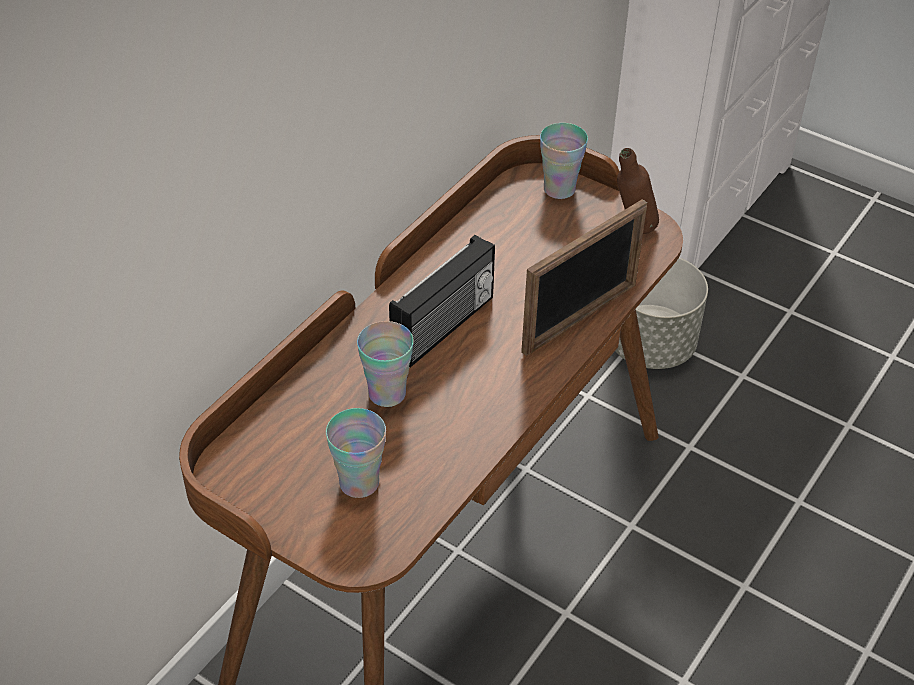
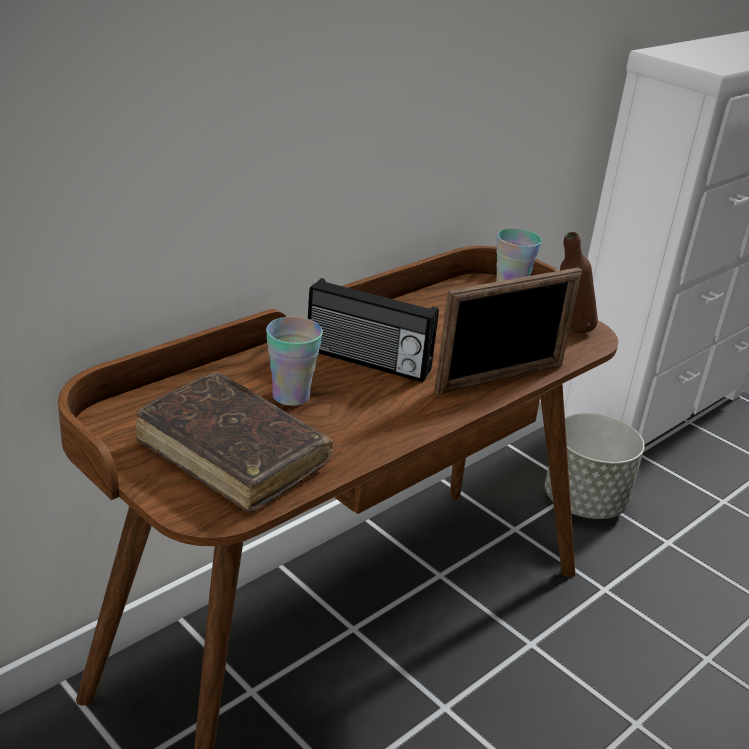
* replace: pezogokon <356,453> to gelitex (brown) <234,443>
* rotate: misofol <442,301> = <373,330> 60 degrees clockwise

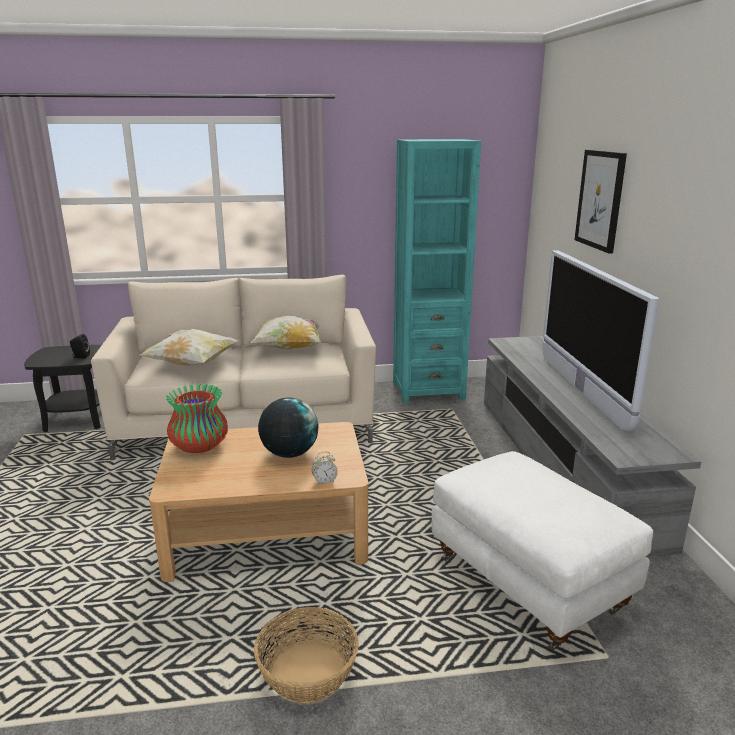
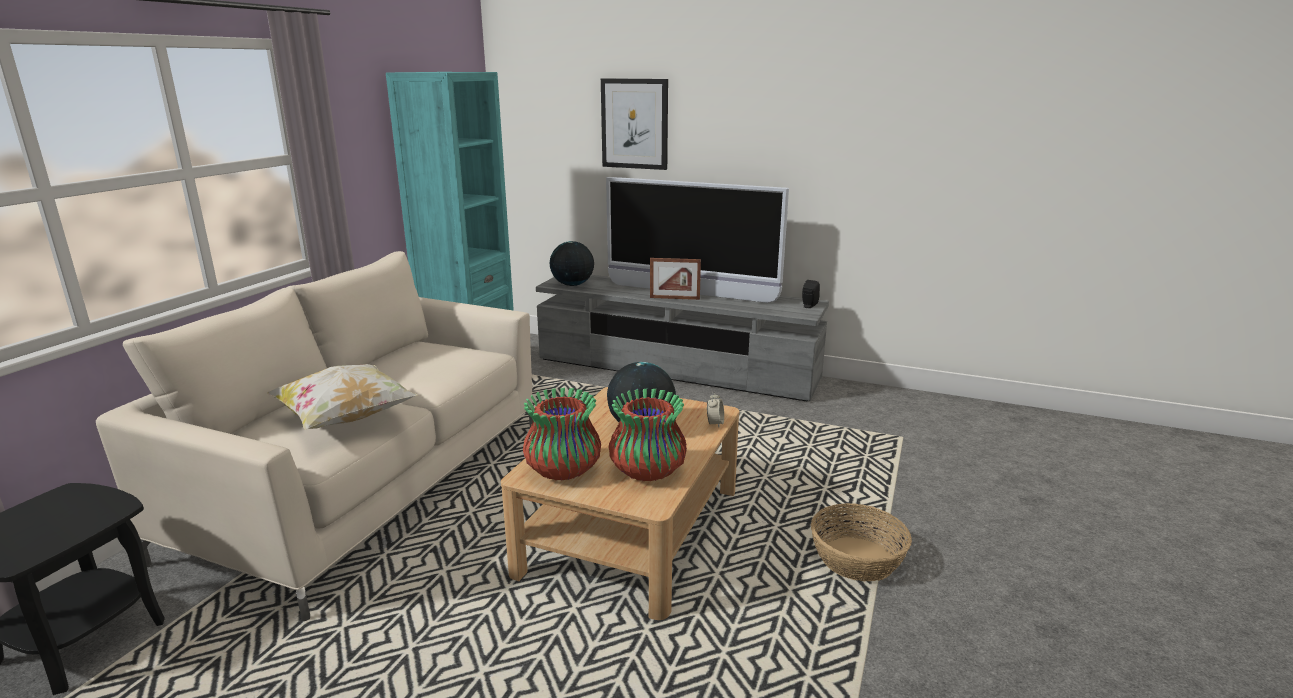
* move: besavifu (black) <80,346> to <811,294>
* delete: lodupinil <286,333>
* delete: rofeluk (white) <542,551>
* insert: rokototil <572,263>
* insert: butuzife <647,434>
* insert: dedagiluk <675,279>

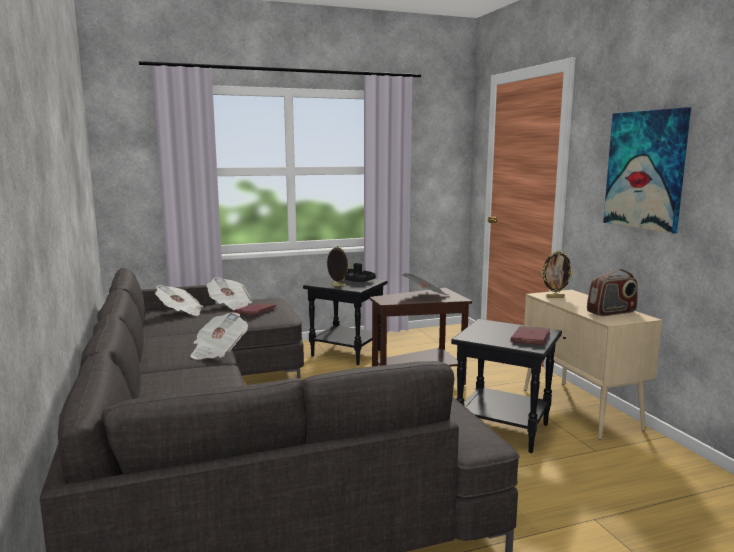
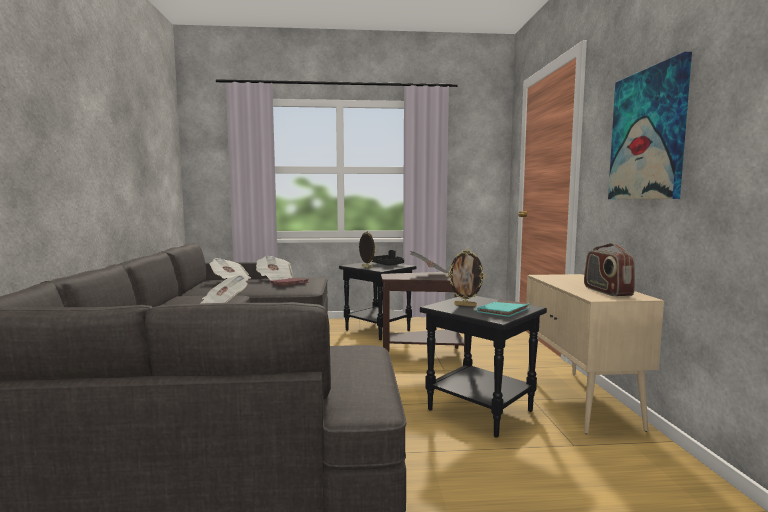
* recolor: gelitex (red) <530,335> to gelitex (turquoise) <503,308>
* move: dedagiluk <557,274> to <466,278>
* rotate: misofol <612,292> = <609,269> 90 degrees clockwise

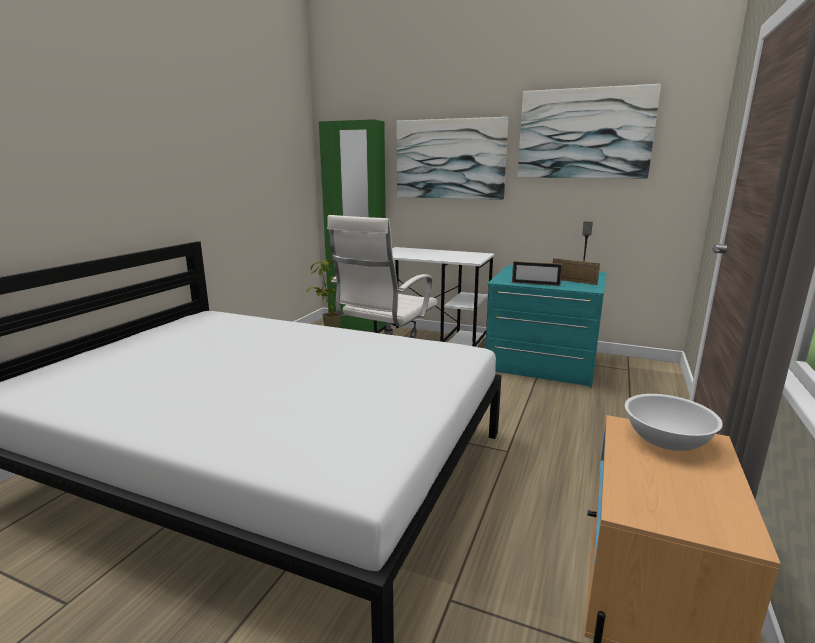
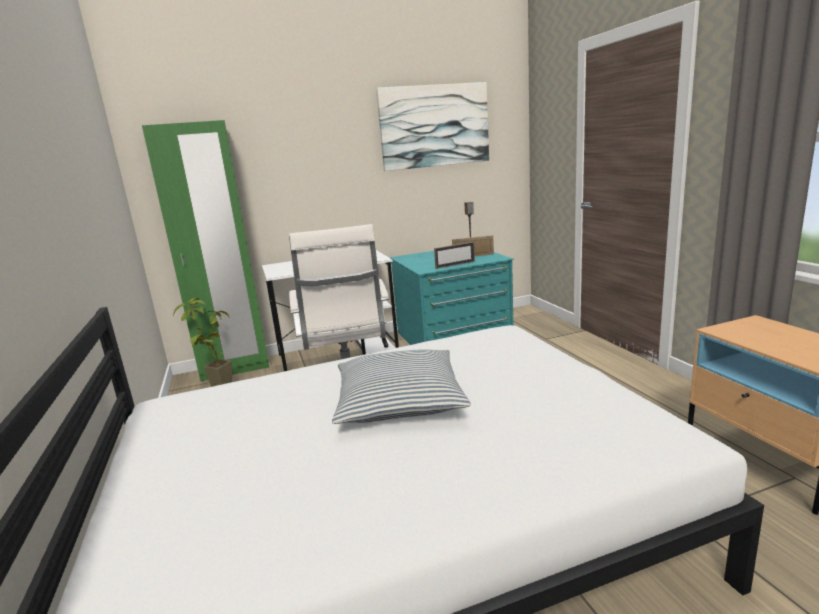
* delete: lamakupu <453,158>
* delete: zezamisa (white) <674,422>
* insert: lodupinil <401,386>

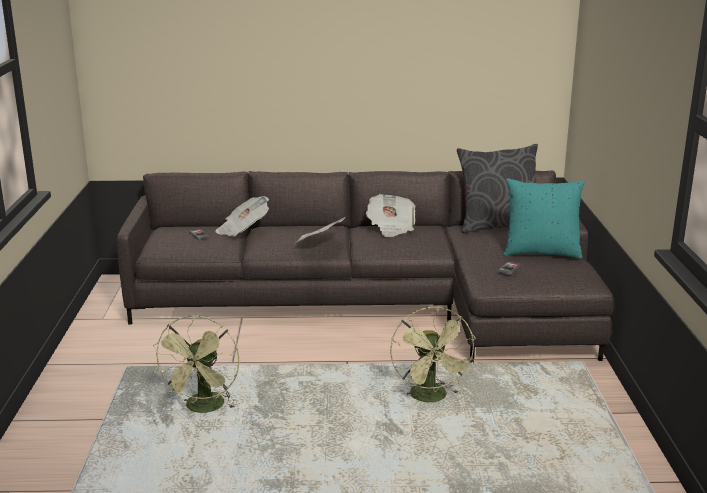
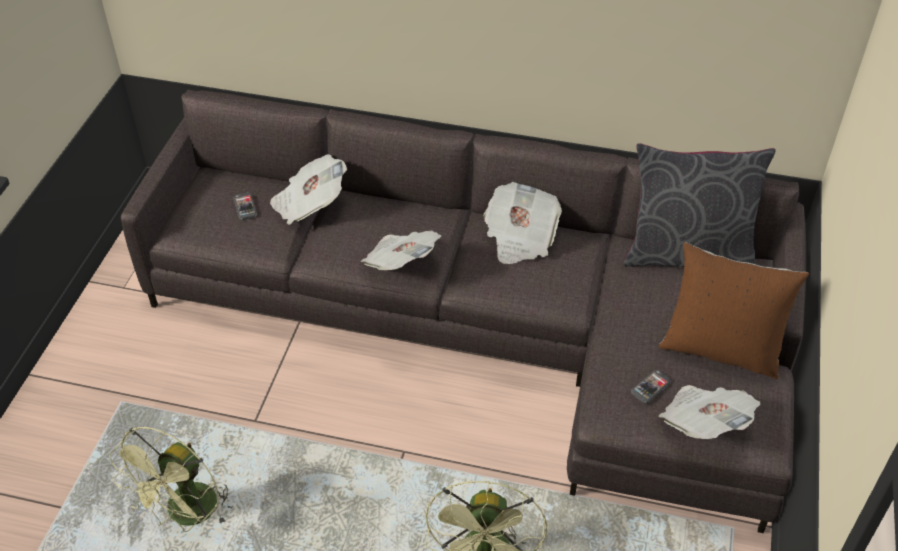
* recolor: lodupinil (turquoise) <544,218> to lodupinil (brown) <734,311>
* insert: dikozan <709,412>

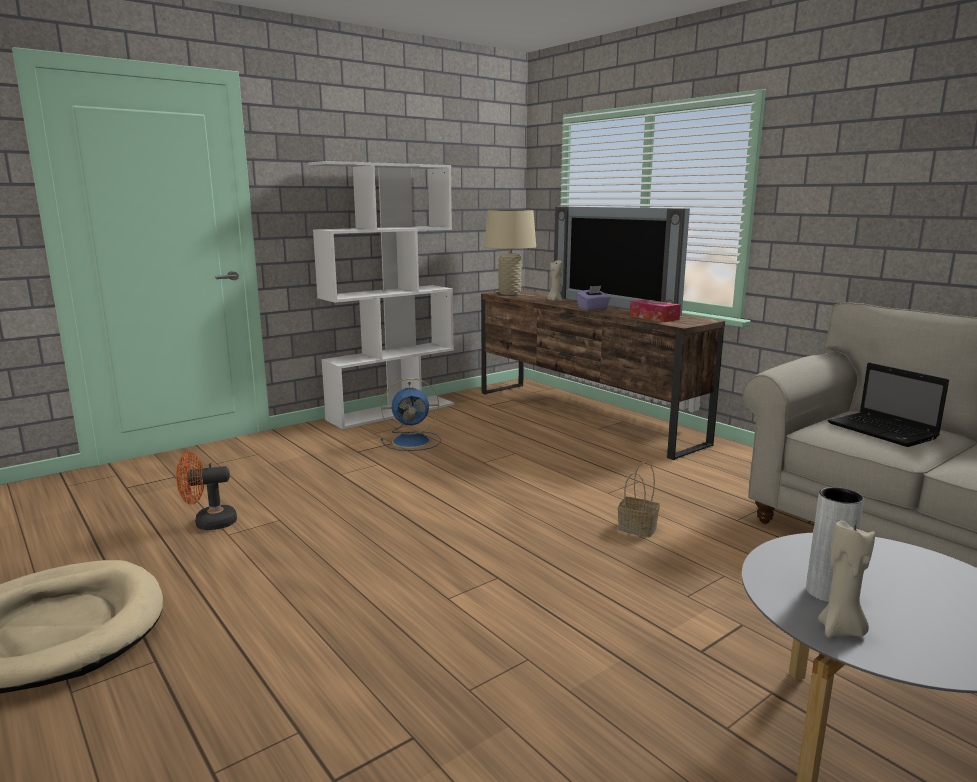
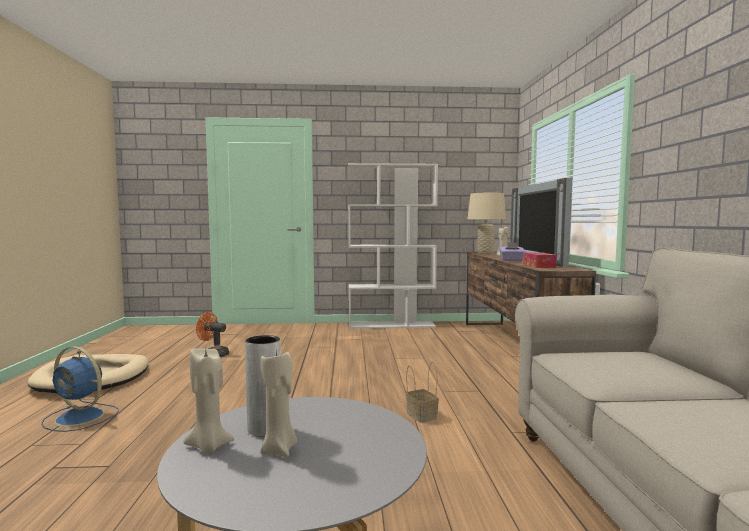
* move: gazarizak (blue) <410,414> to <80,389>
* delete: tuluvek <888,404>
* insert: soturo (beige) <279,403>

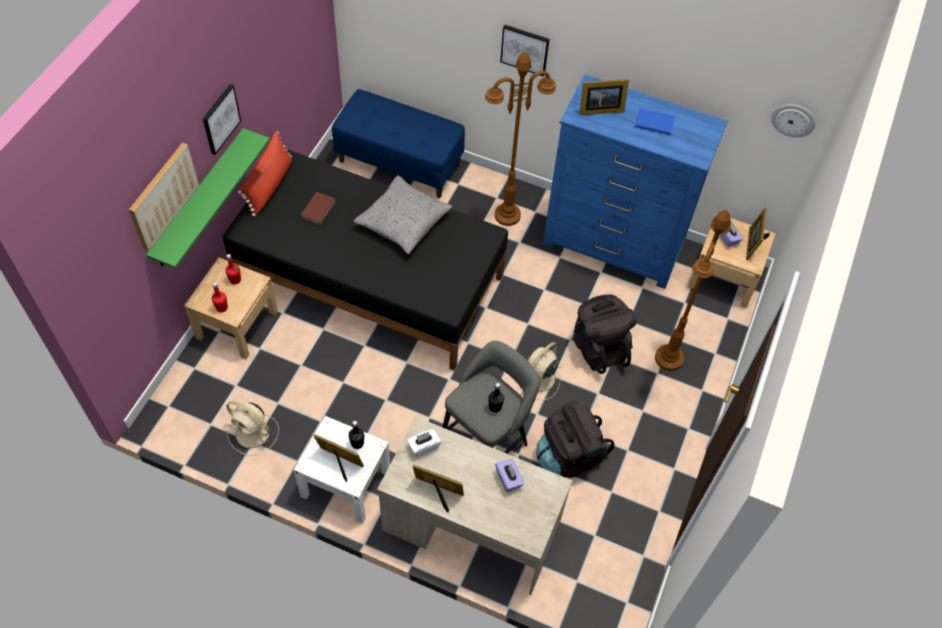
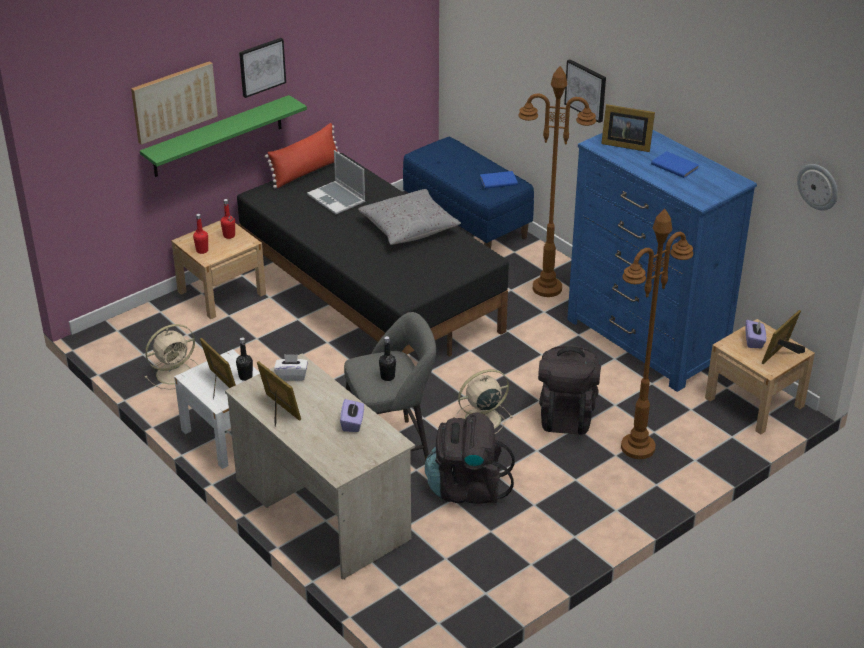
* rotate: gazarizak (beige) <253,428> = <171,357> 90 degrees counterclockwise
* replace: gelitex (brown) <318,208> to tuluvek <336,182>
* insert: gelitex (blue) <499,180>

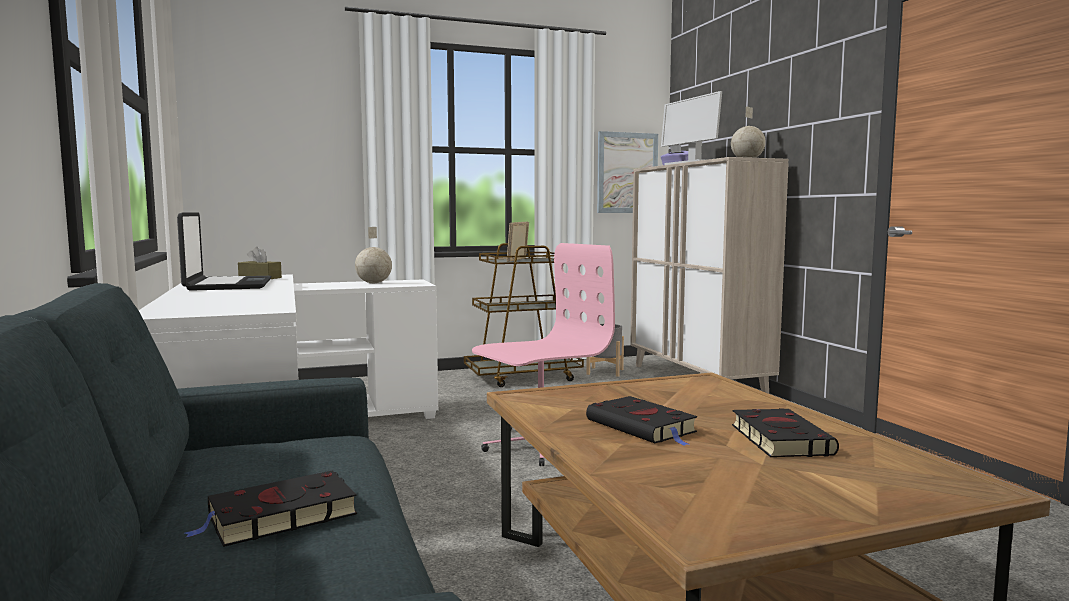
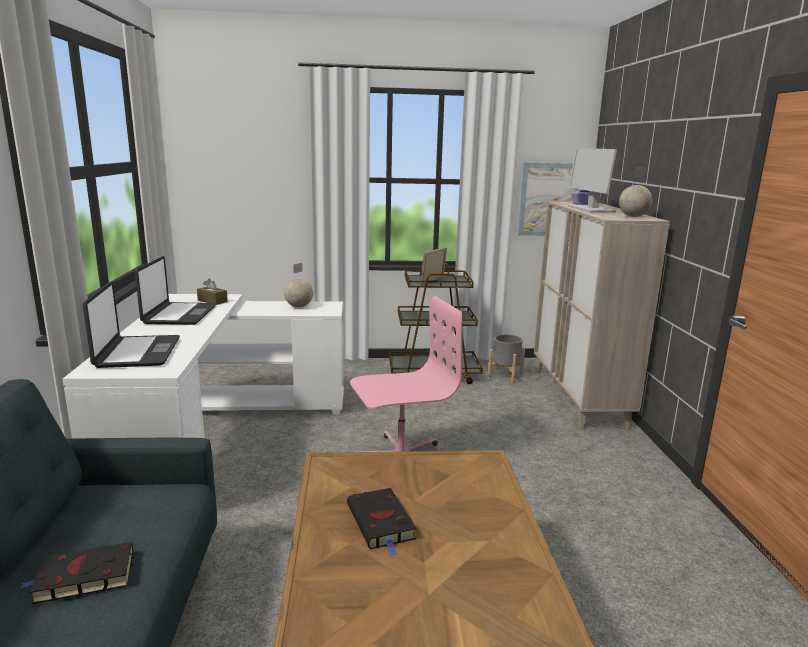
* delete: gelitex (black) <785,432>
* insert: tuluvek <131,324>

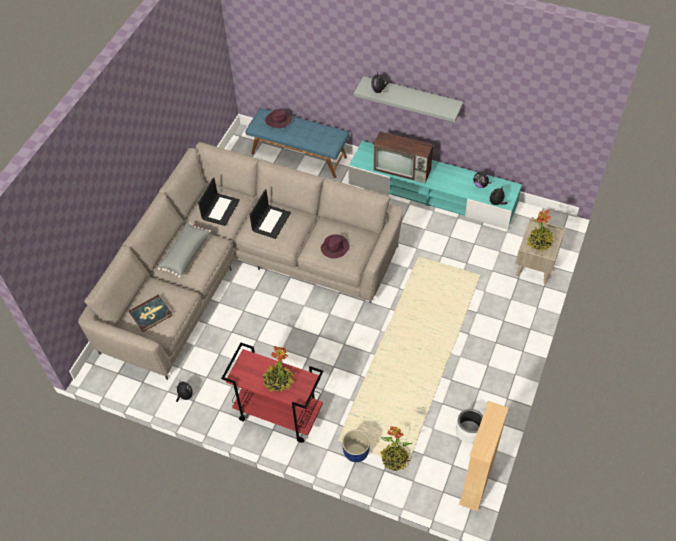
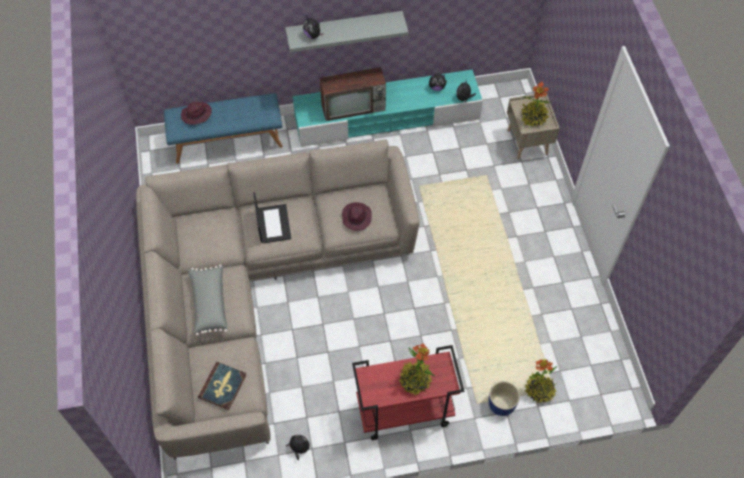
* delete: tuluvek <219,201>
* delete: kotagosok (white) <469,426>
* delete: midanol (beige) <484,456>

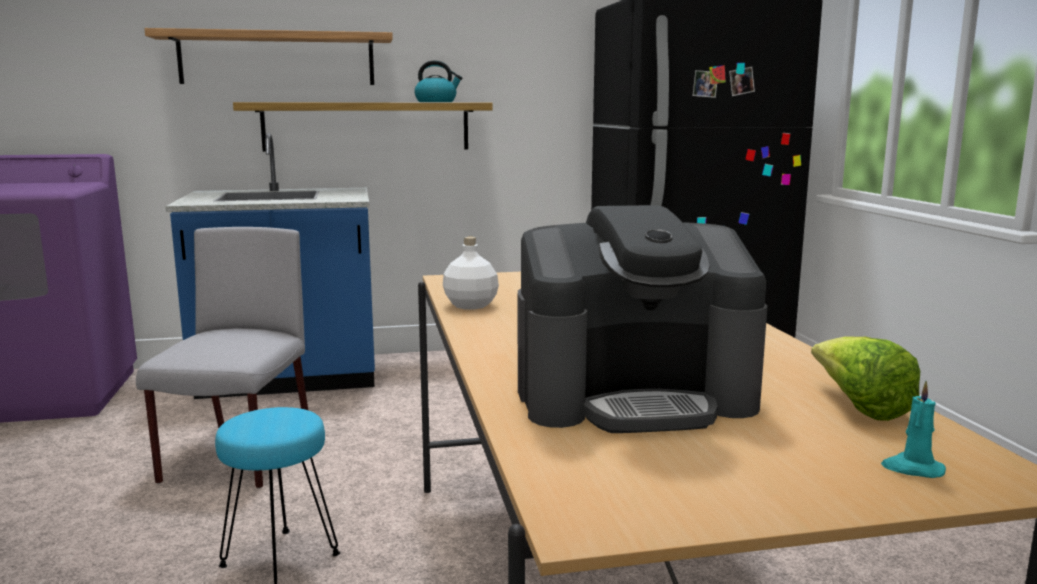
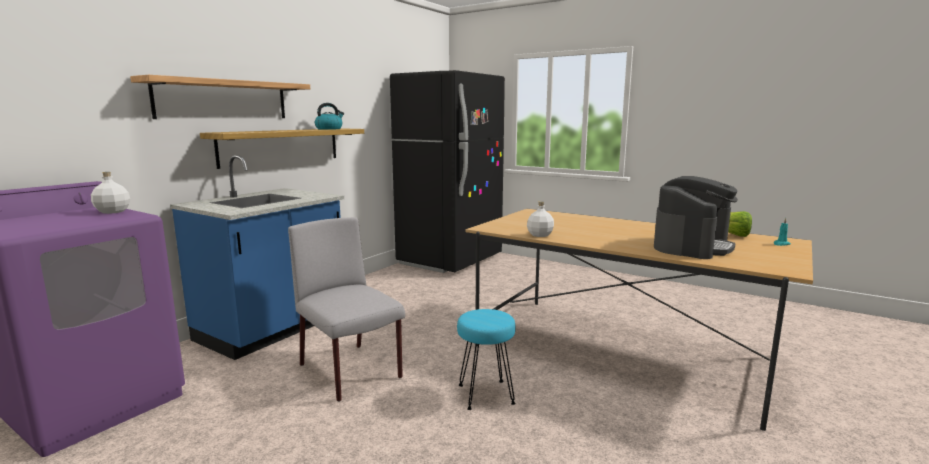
* insert: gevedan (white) <110,193>

